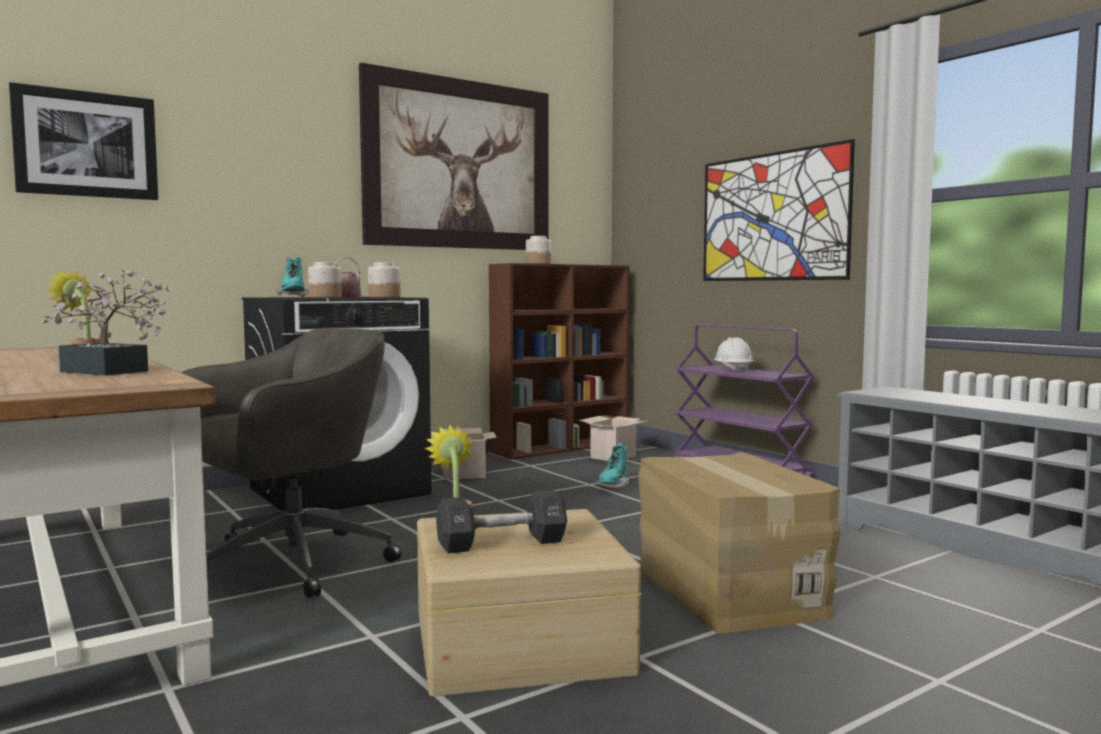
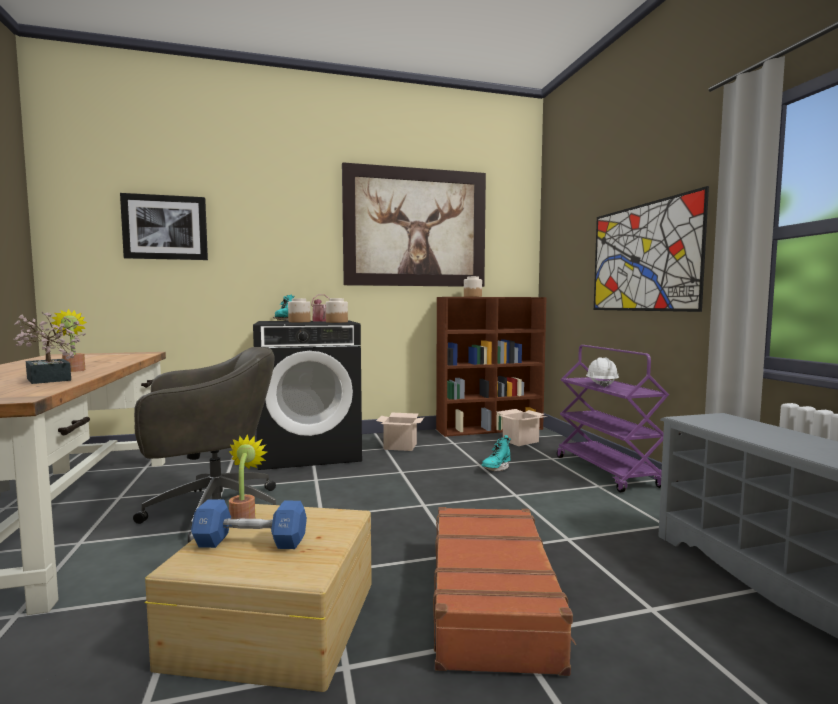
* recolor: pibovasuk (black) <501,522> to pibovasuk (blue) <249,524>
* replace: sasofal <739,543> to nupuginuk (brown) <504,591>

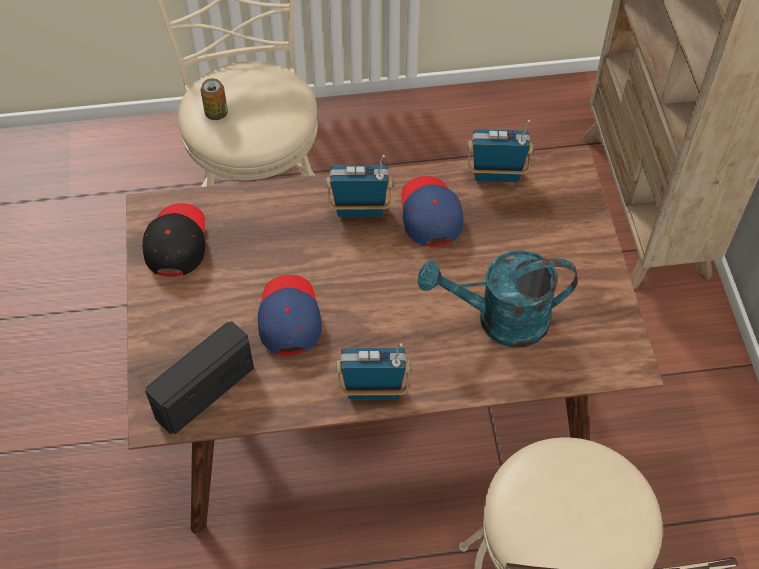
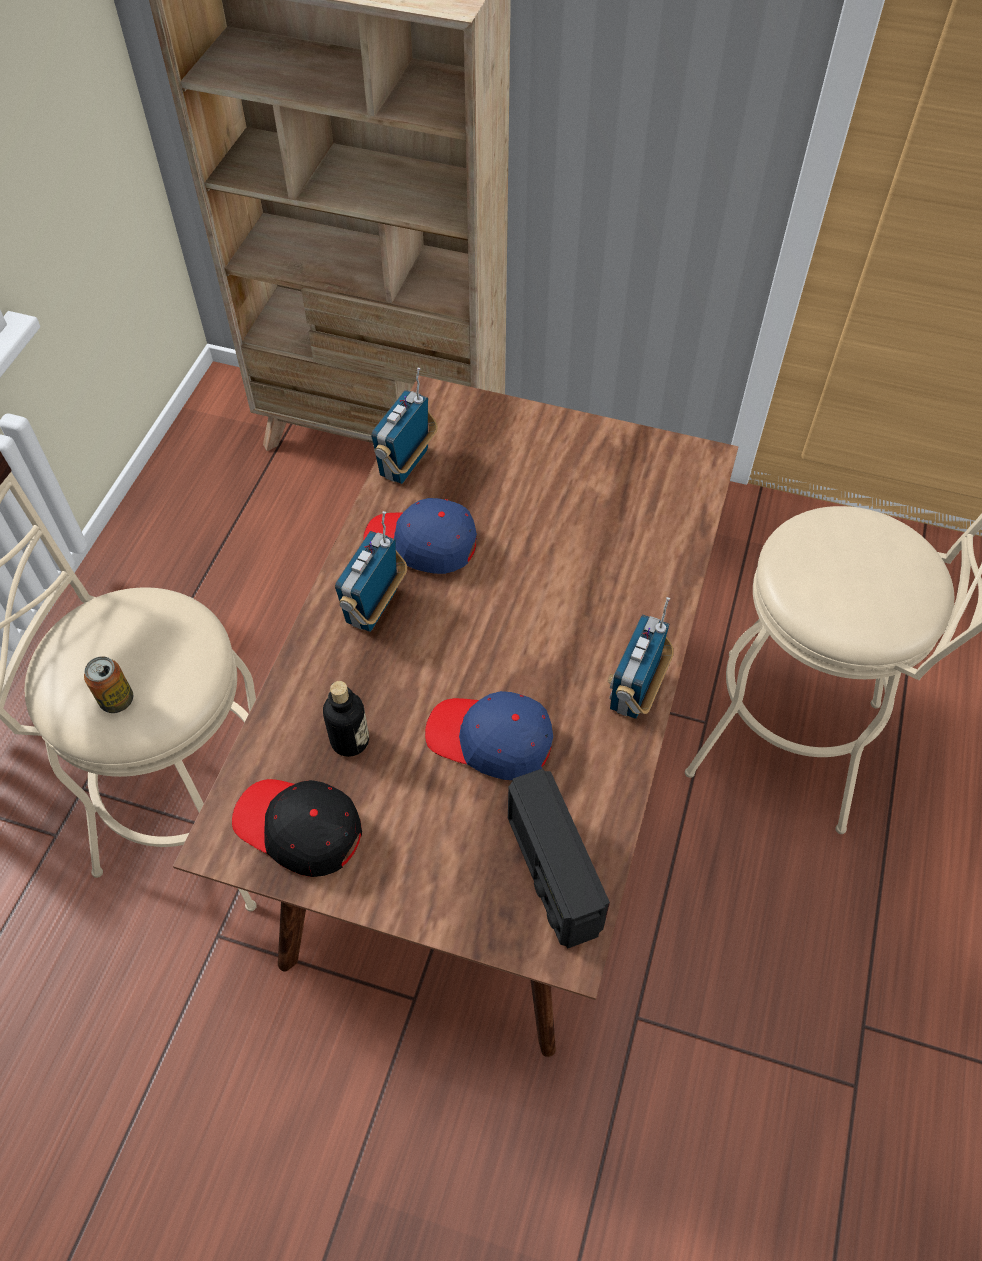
* delete: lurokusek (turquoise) <498,299>
* insert: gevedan <346,719>

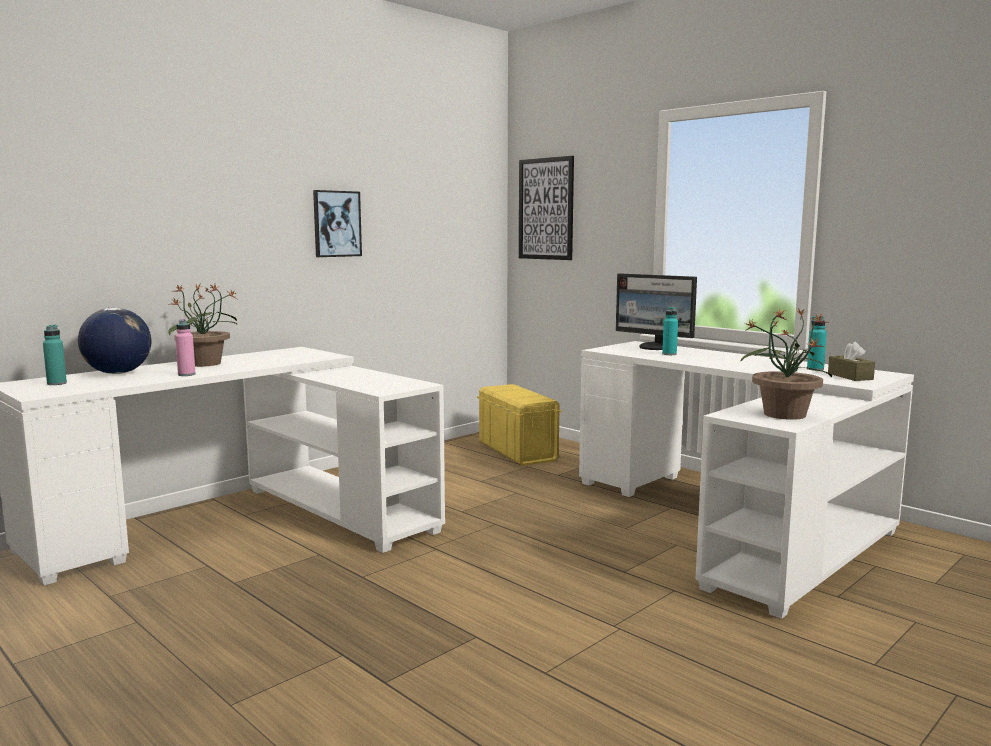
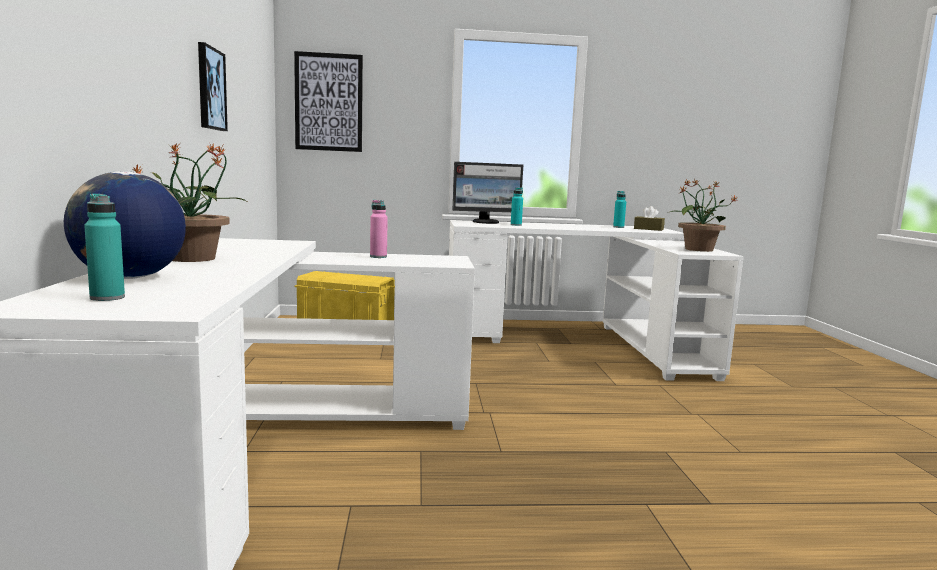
* move: gevedan (pink) <185,347> to <379,229>

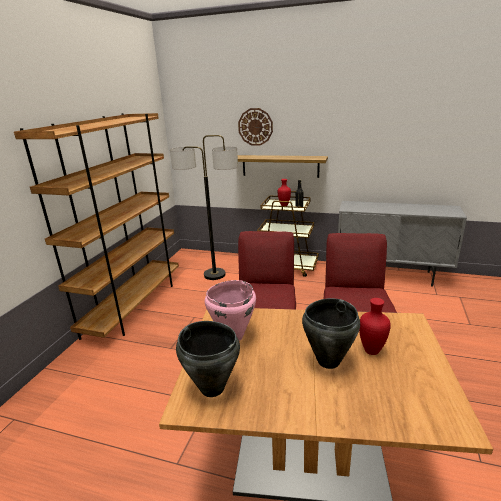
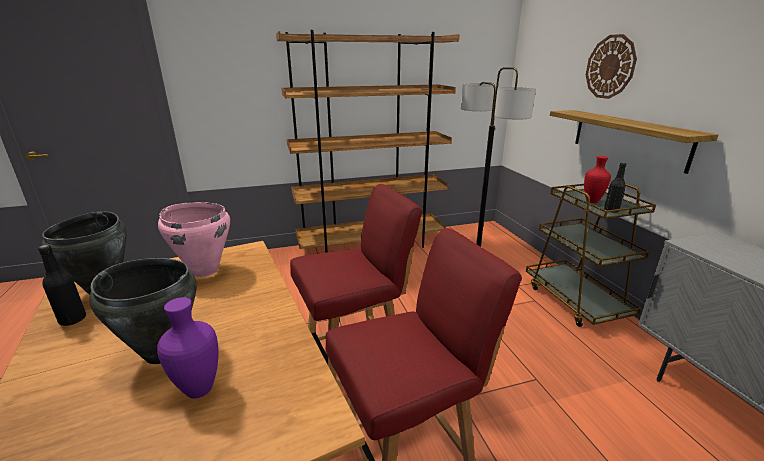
* recolor: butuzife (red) <375,326> to butuzife (purple) <188,348>
* insert: gevedan (black) <62,285>

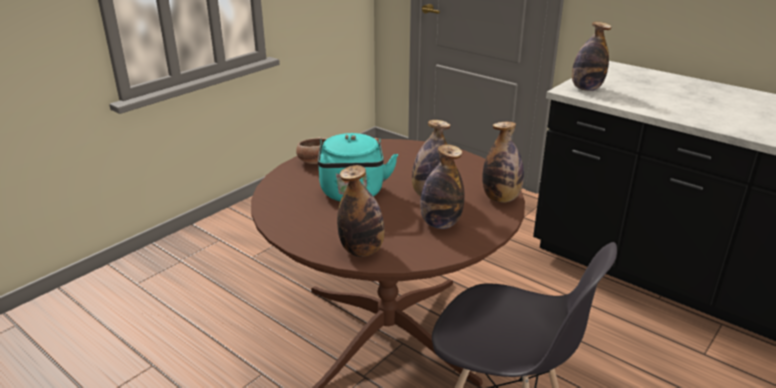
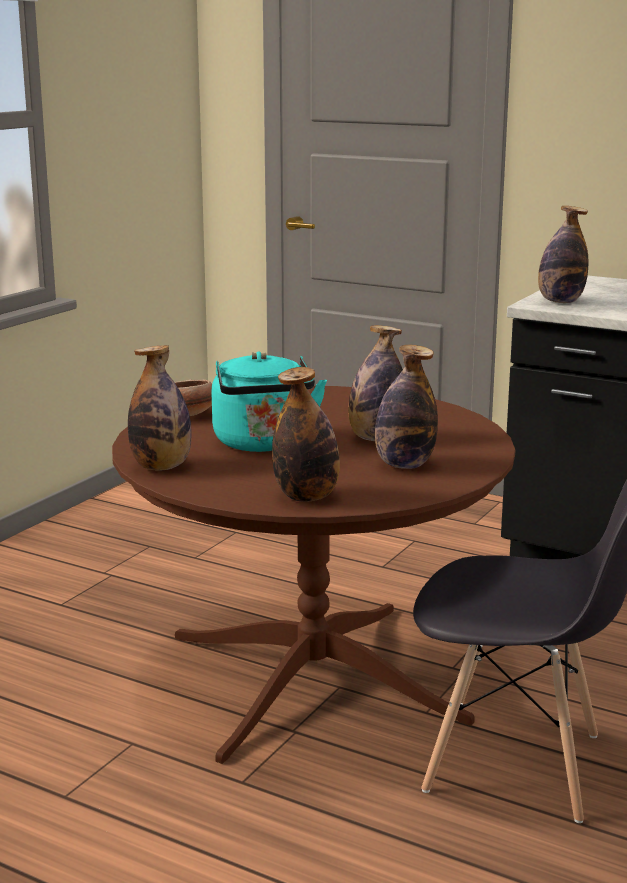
* move: gevedan <503,162> to <159,407>

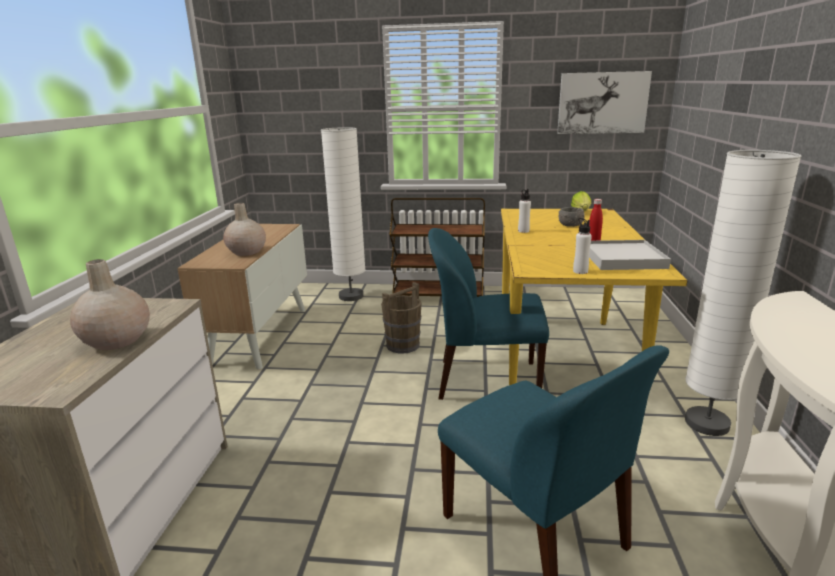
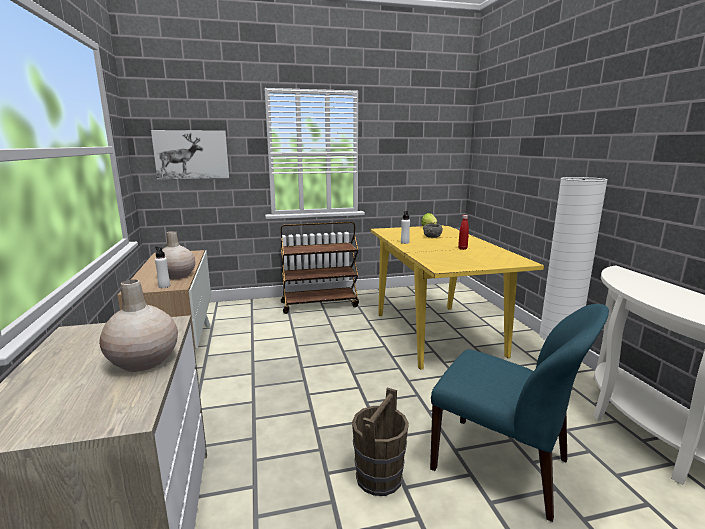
* delete: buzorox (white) <343,214>
* move: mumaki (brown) <401,318> to <380,442>
* delete: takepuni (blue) <488,314>
* move: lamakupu <604,102> to <190,154>
* move: gevedan (white) <582,246> to <162,267>
* delete: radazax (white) <630,255>

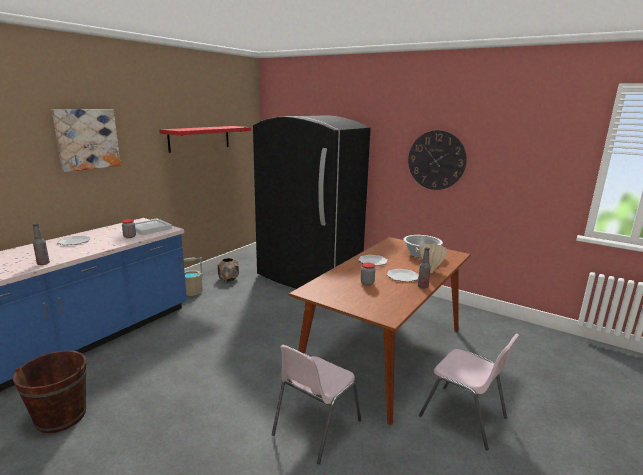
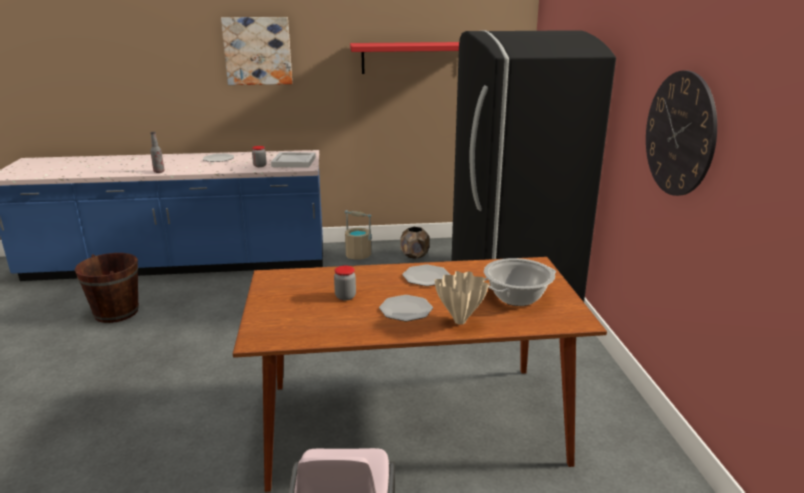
* delete: takepuni (pink) <316,404>
* delete: gevedan <424,267>

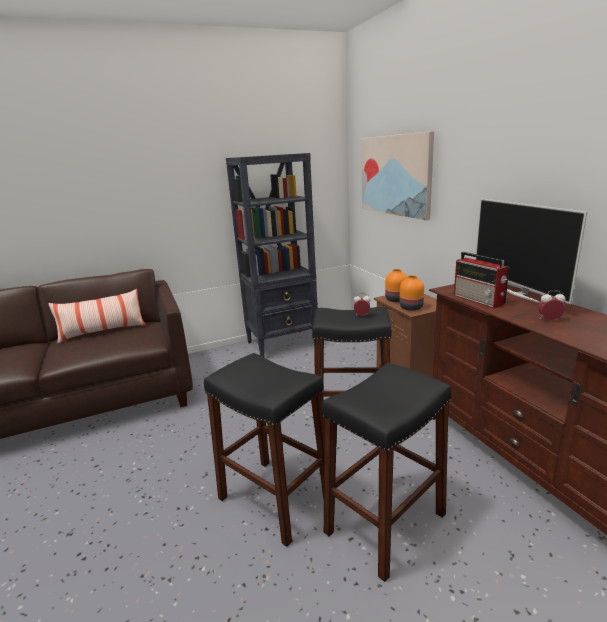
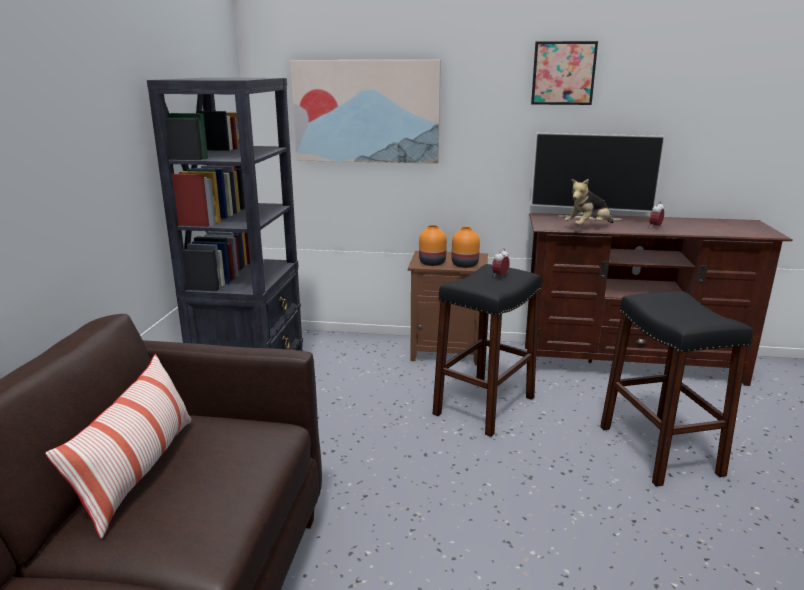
* delete: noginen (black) <264,450>
* replace: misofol <481,280> to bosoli <589,202>
* insert: lamakupu <564,73>

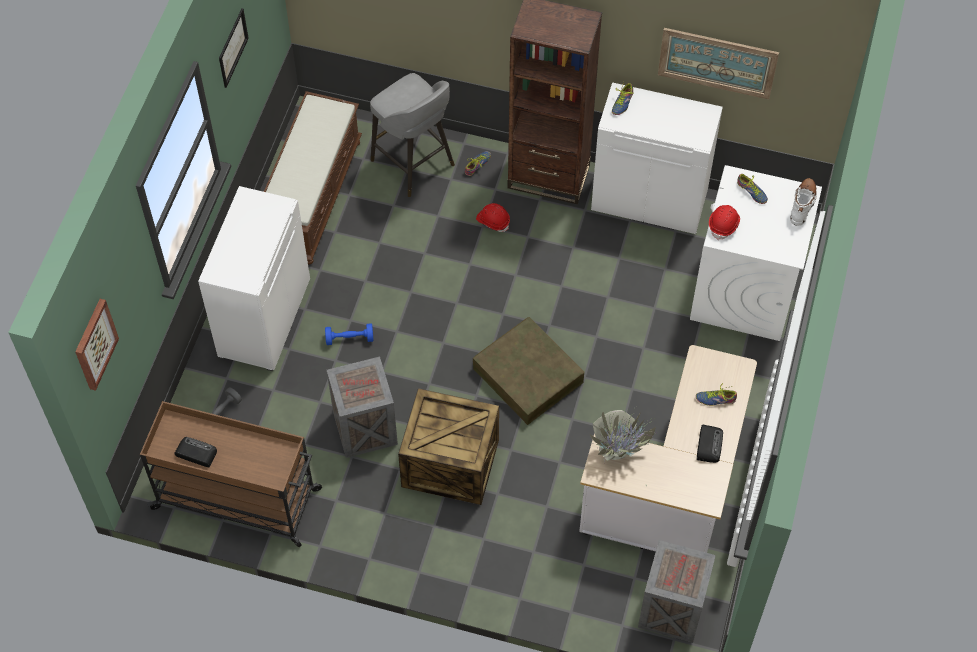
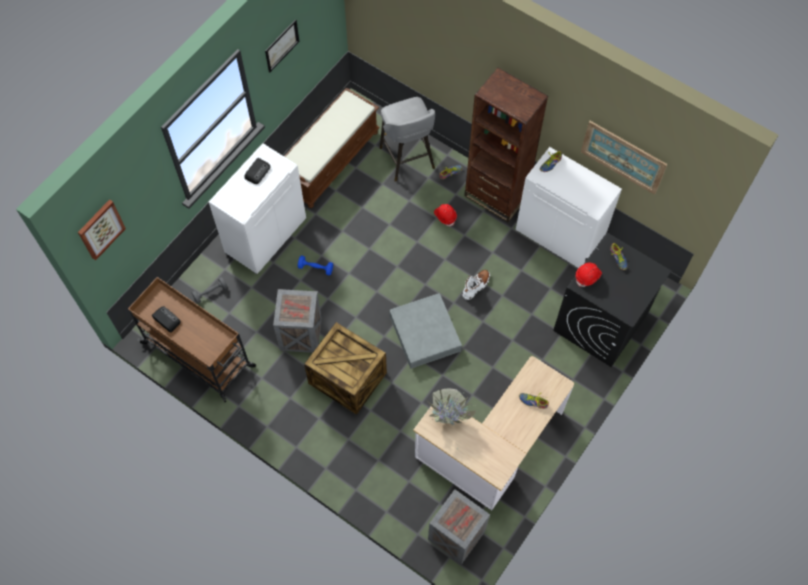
* recolor: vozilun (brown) <528,371> to vozilun (grey) <426,331>
* recolor: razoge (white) <756,253> to razoge (black) <612,300>
* move: misofol <710,443> to <257,171>
* move: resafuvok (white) <803,202> to <476,285>

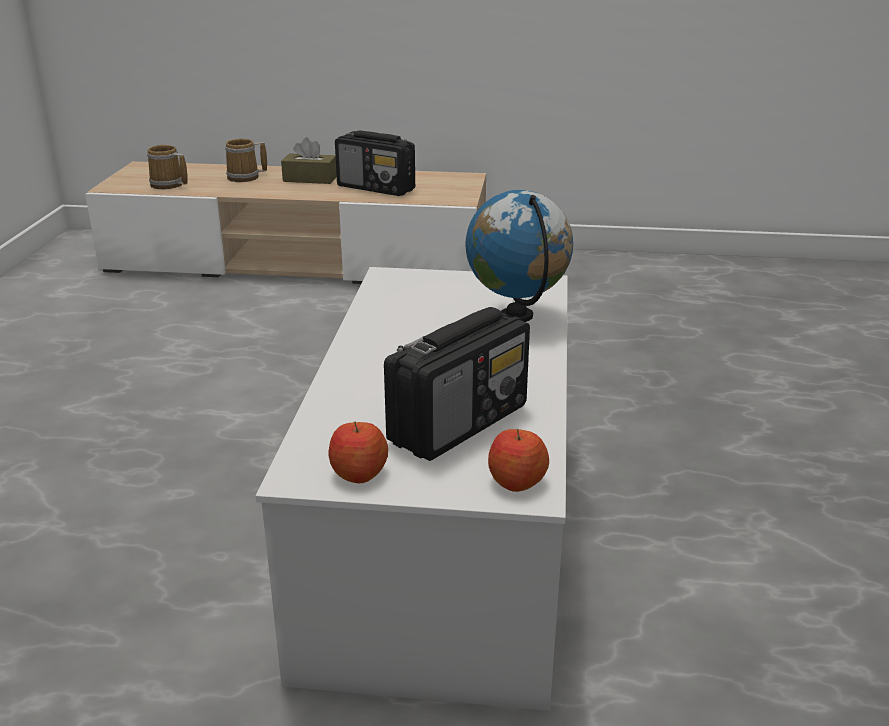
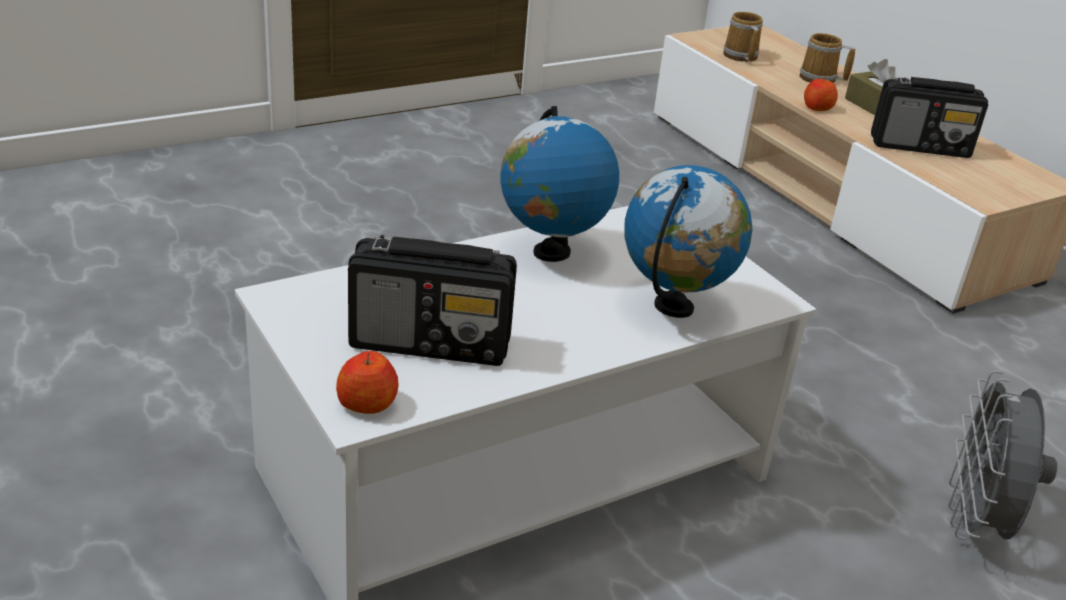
* move: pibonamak <358,452> to <821,94>
* rotate: misofol <375,163> = <929,117> 75 degrees counterclockwise
* insert: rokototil <559,184>
* insert: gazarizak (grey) <1002,455>

